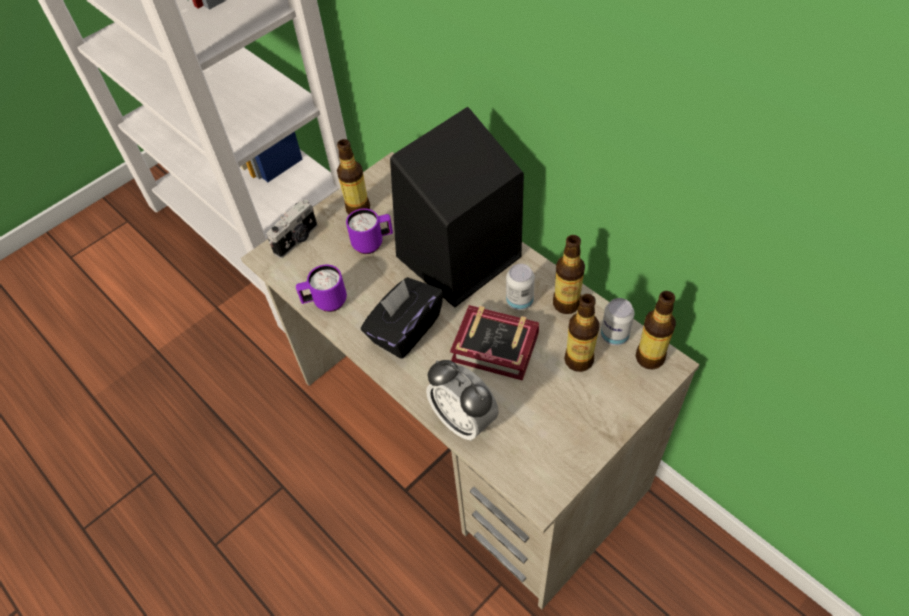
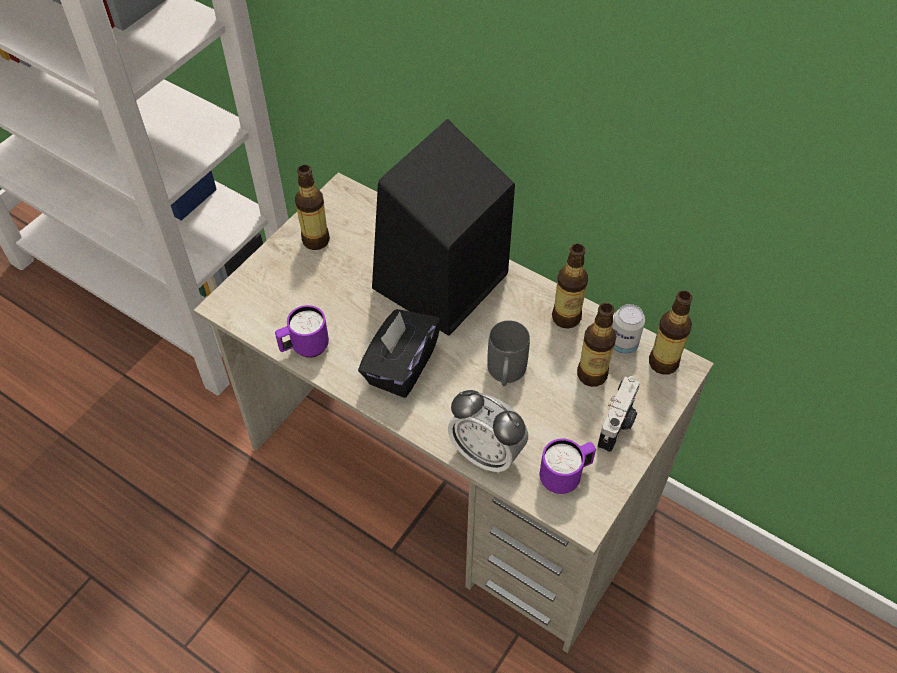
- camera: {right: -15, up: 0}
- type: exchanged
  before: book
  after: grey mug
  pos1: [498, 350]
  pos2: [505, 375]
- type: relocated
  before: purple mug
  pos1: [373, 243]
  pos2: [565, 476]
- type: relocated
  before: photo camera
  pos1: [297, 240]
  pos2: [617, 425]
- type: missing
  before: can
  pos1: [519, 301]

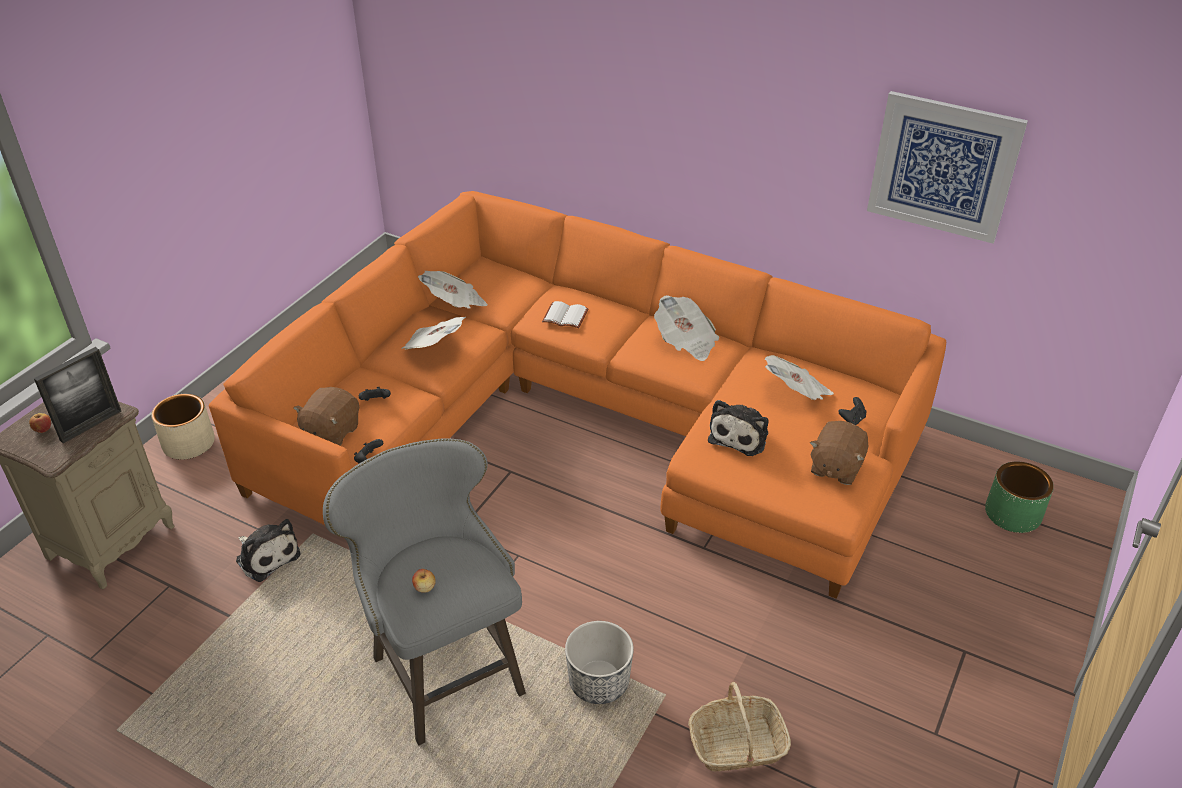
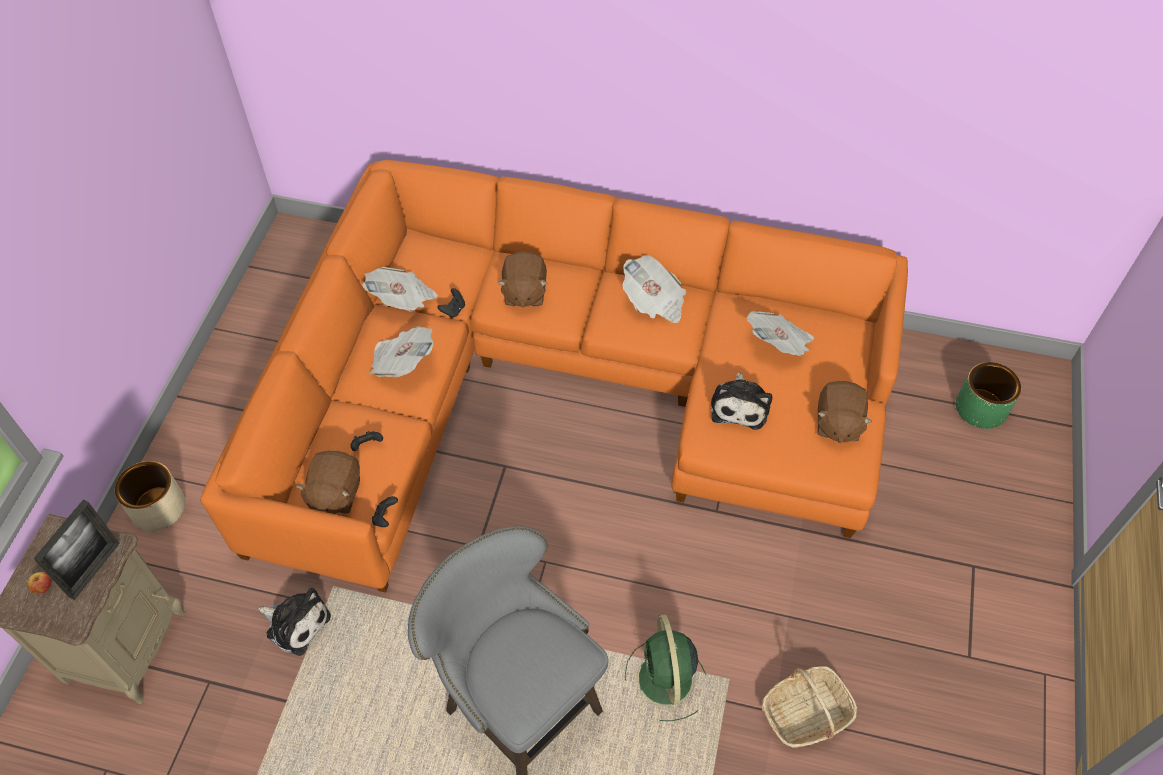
- camera: {right: -15, up: 15}
- type: relocated
  before: black game controller
  pos1: [852, 419]
  pos2: [453, 310]
- type: exchanged
  before: white book
  after: brown plush toy
  pos1: [566, 316]
  pos2: [524, 292]
- type: exchanged
  before: planter
  after: green fan
  pos1: [599, 682]
  pos2: [665, 681]
- type: missing
  before: apple
  pos1: [424, 587]
- type: missing
  before: picture
  pos1: [943, 166]

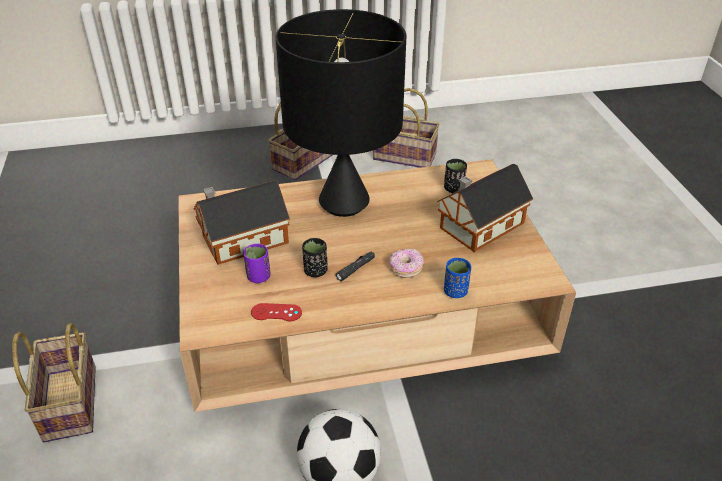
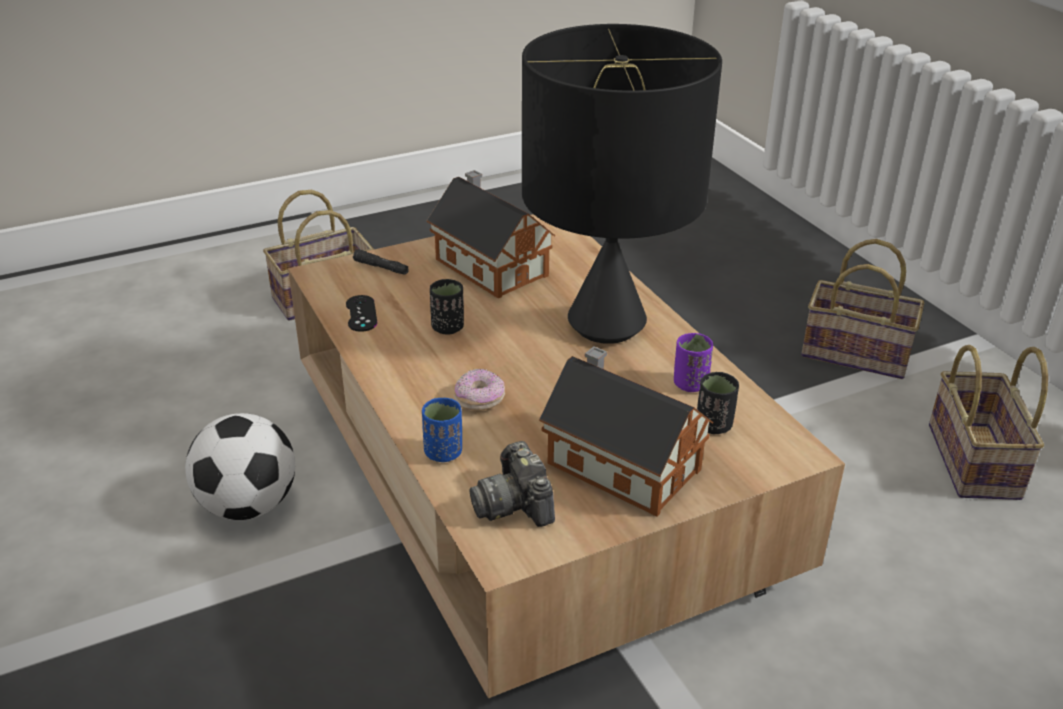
- camera: {right: 75, up: -5}
- type: colour
  before: red game controller
  after: black game controller
  pos1: [276, 312]
  pos2: [361, 313]
- type: relocated
  before: black flashlight
  pos1: [355, 269]
  pos2: [381, 267]
- type: appeared
  after: photo camera
  pos2: [515, 504]
- type: relocated
  before: purple cup
  pos1: [258, 277]
  pos2: [690, 384]

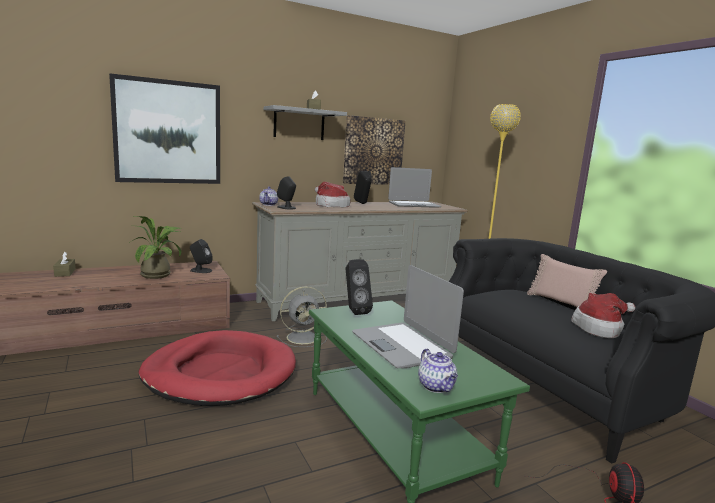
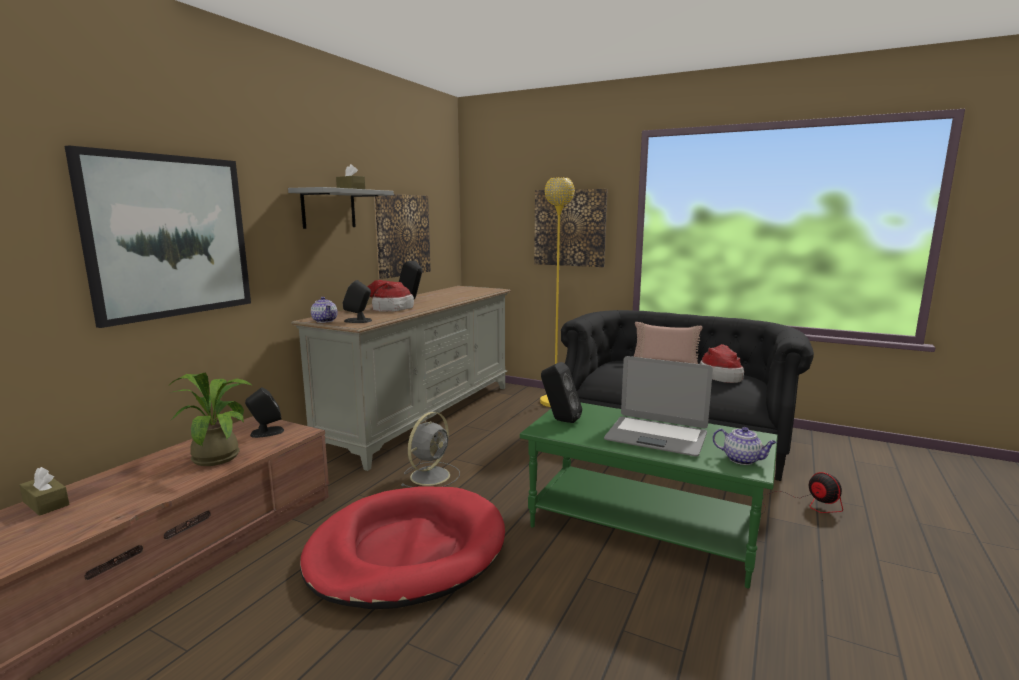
- camera: {right: -35, up: 0}
- type: appeared
  after: picture
  pos2: [570, 228]
- type: missing
  before: laptop
  pos1: [413, 205]

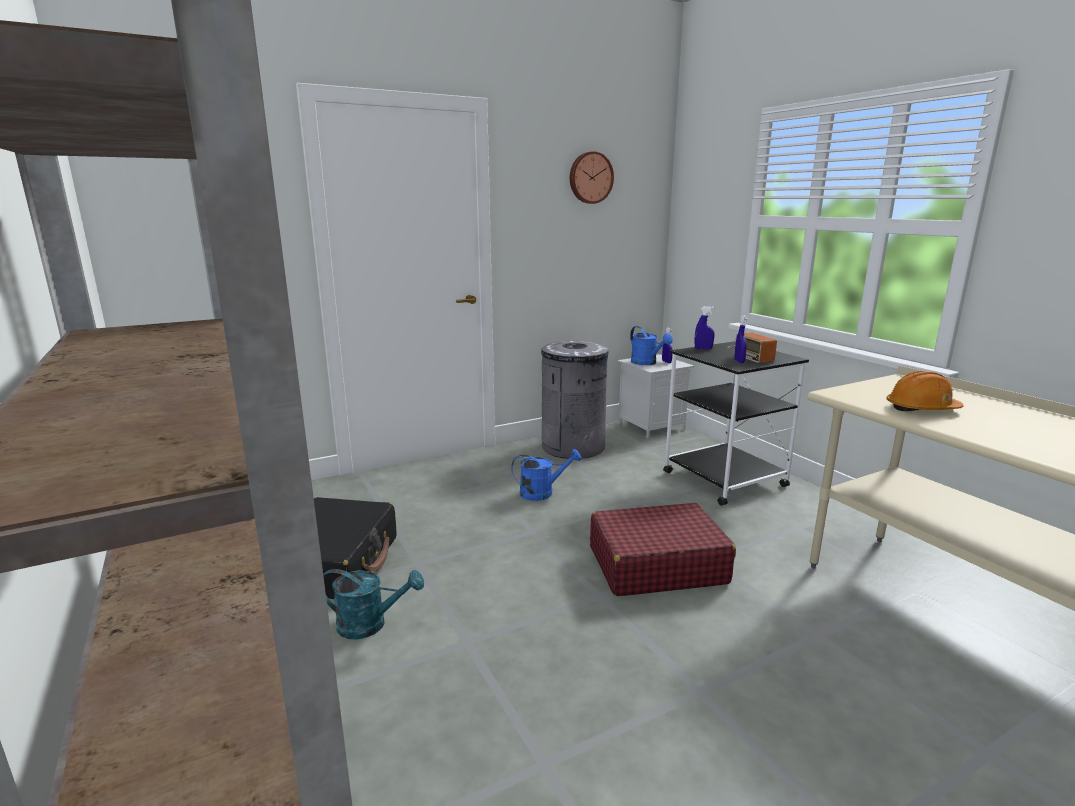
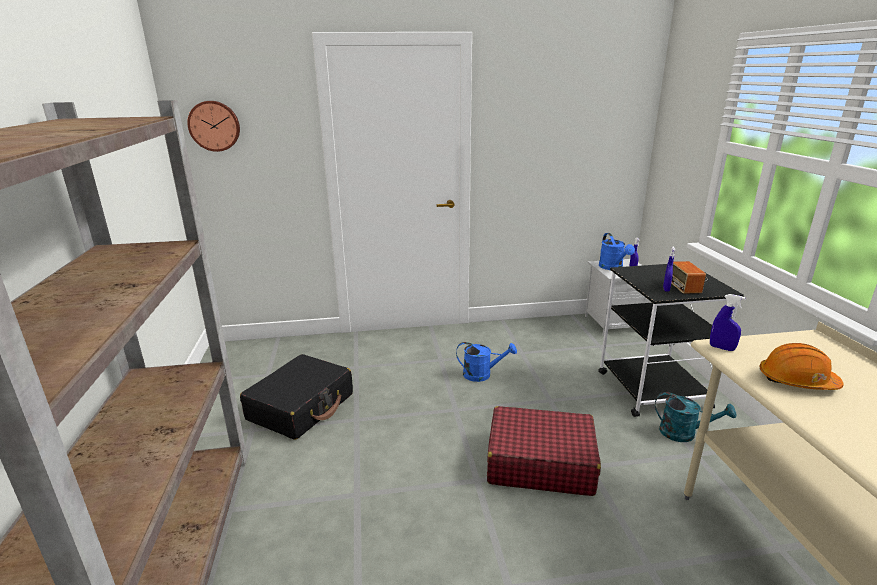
- camera: {right: 20, up: 5}
- type: relocated
  before: wall clock
  pos1: [590, 178]
  pos2: [214, 126]
- type: relocated
  before: turquoise watering can
  pos1: [370, 624]
  pos2: [684, 433]
- type: relocated
  before: blue spray bottle
  pos1: [703, 348]
  pos2: [722, 348]
- type: missing
  before: grey trash can
  pos1: [572, 447]

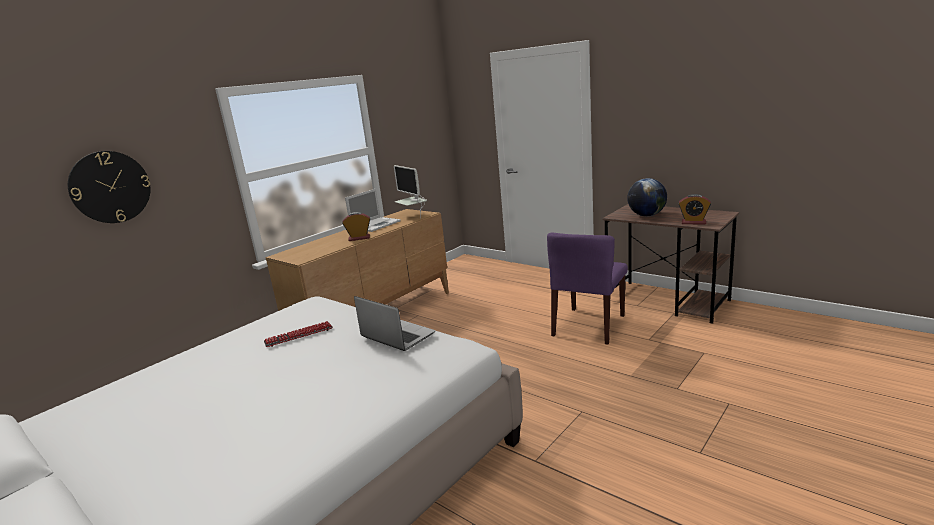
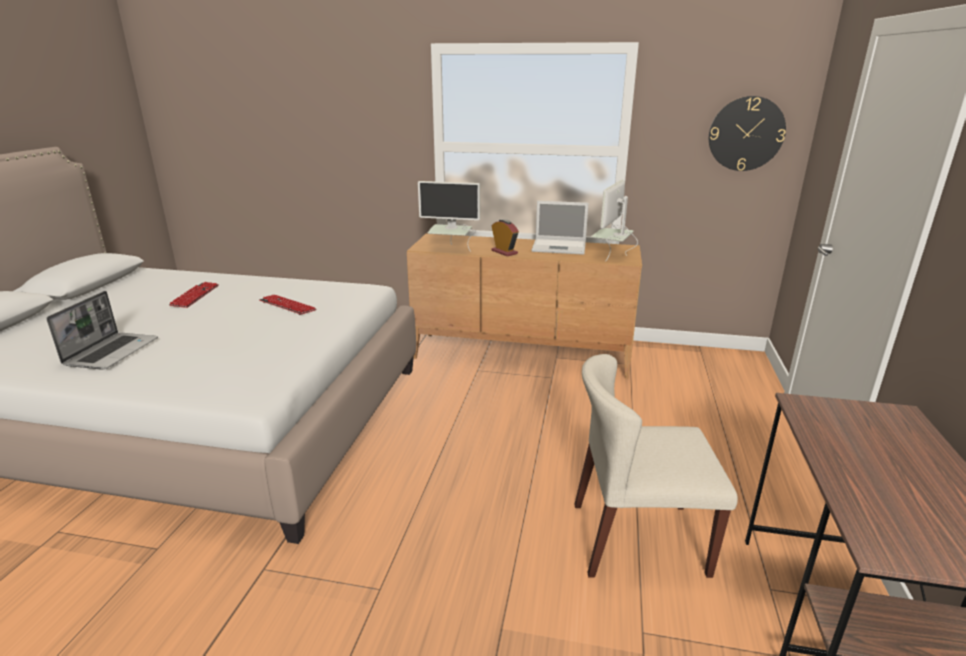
- camera: {right: 60, up: 5}
- type: relocated
  before: laptop
  pos1: [396, 336]
  pos2: [112, 352]
- type: appeared
  after: keyboard
  pos2: [195, 296]
- type: appeared
  after: monitor
  pos2: [451, 250]
- type: colour
  before: purple chair
  after: beige chair
  pos1: [589, 325]
  pos2: [637, 539]
- type: relocated
  before: wall clock
  pos1: [110, 187]
  pos2: [746, 134]
- type: missing
  before: globe
  pos1: [646, 215]
- type: missing
  before: alarm clock
  pos1: [693, 222]

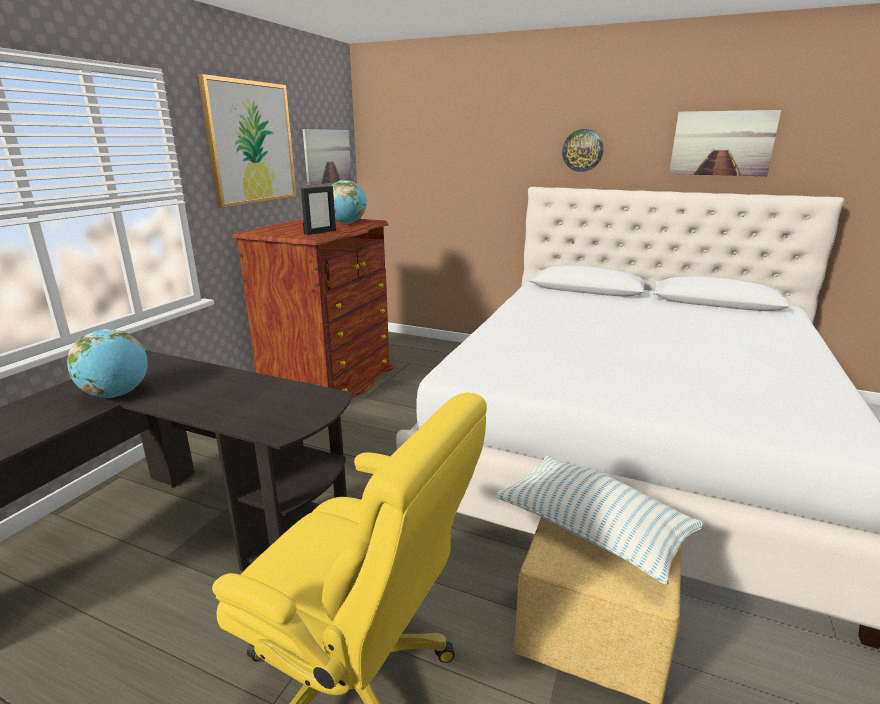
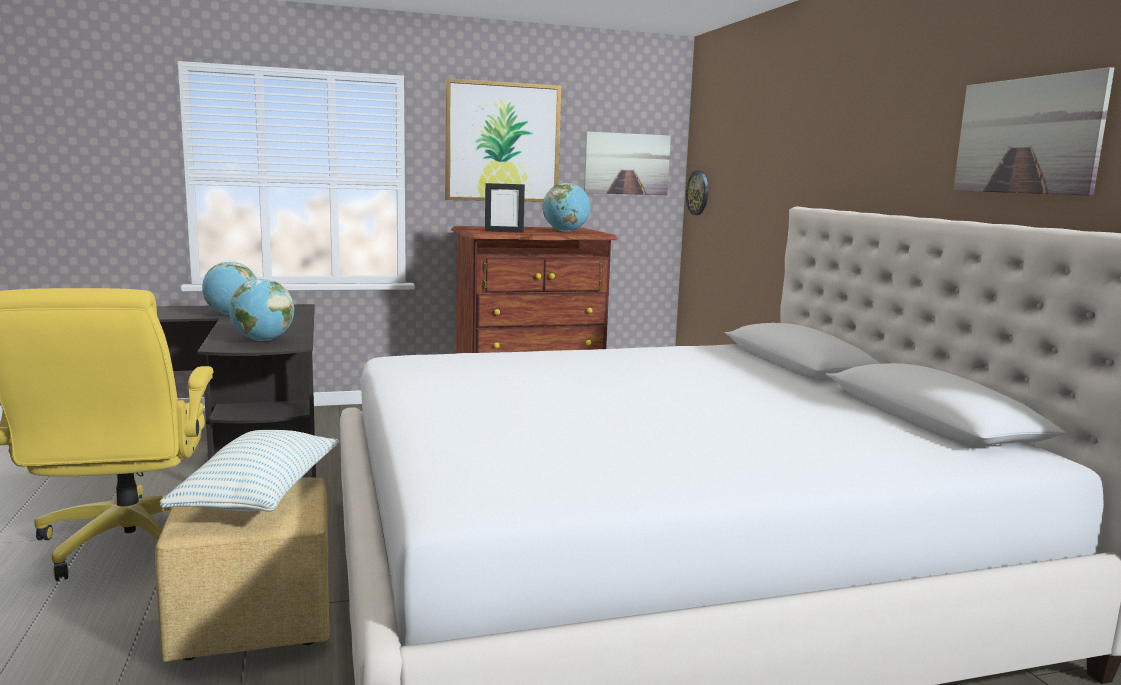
- camera: {right: 50, up: -10}
- type: appeared
  after: globe
  pos2: [263, 340]
- type: relocated
  before: wall clock
  pos1: [582, 150]
  pos2: [698, 192]

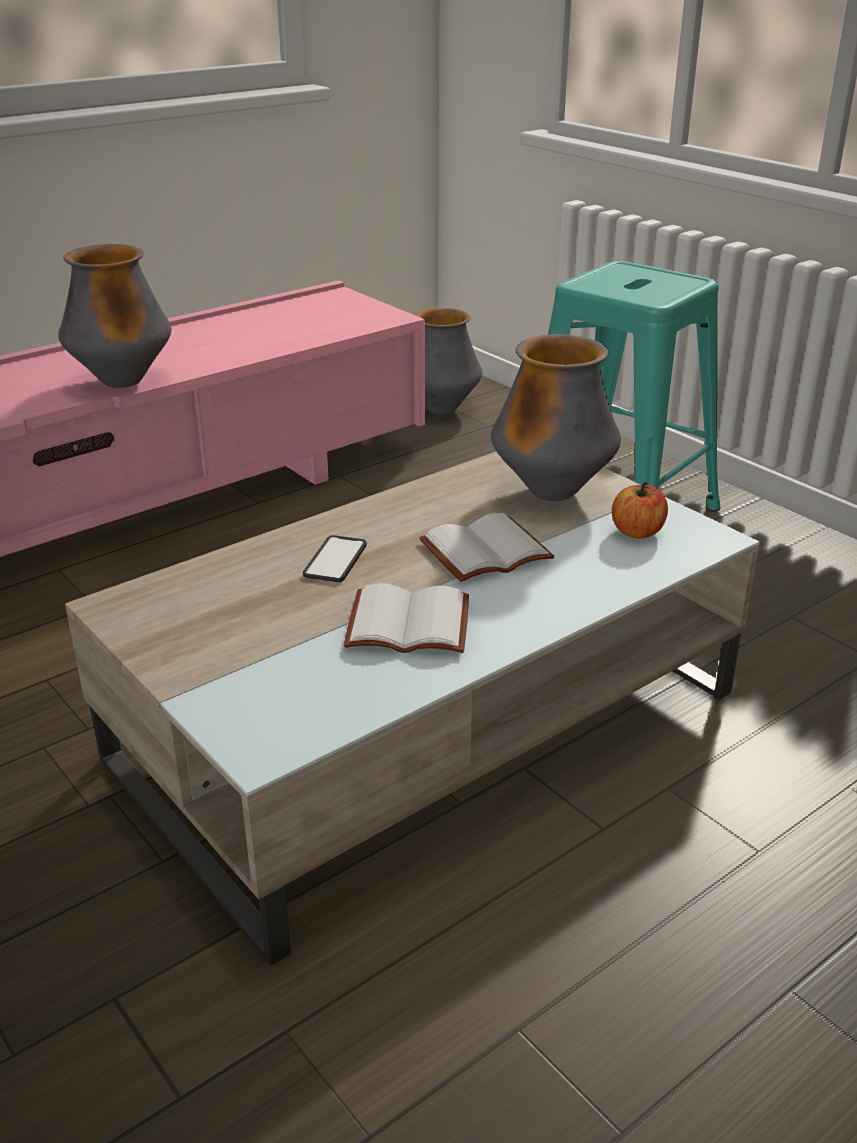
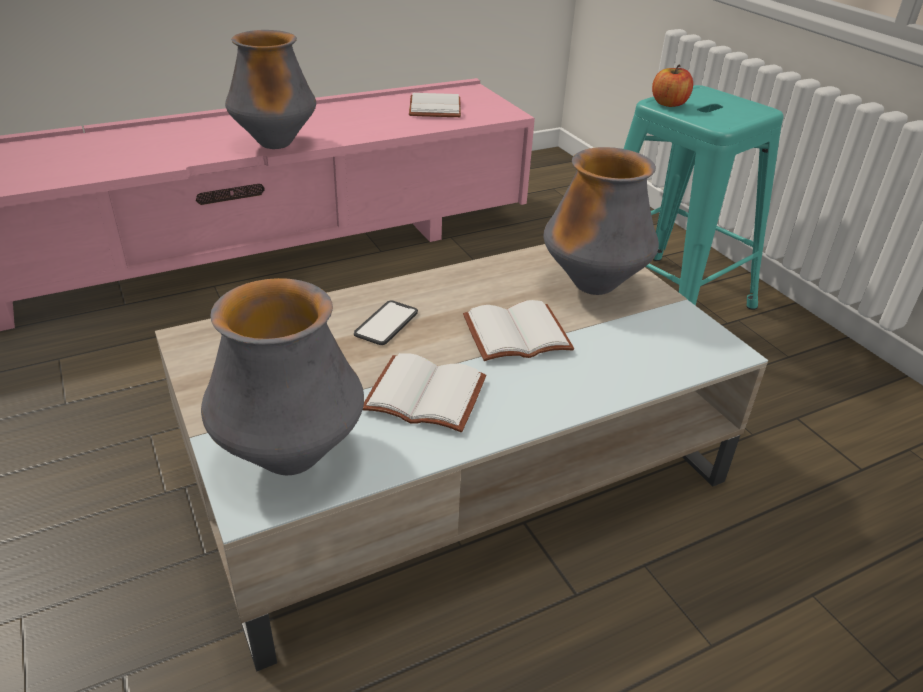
- camera: {right: 10, up: 5}
- type: relocated
  before: vase
  pos1: [440, 409]
  pos2: [290, 457]
- type: appeared
  after: white book
  pos2: [433, 108]
- type: relocated
  before: apple
  pos1: [637, 532]
  pos2: [669, 104]

